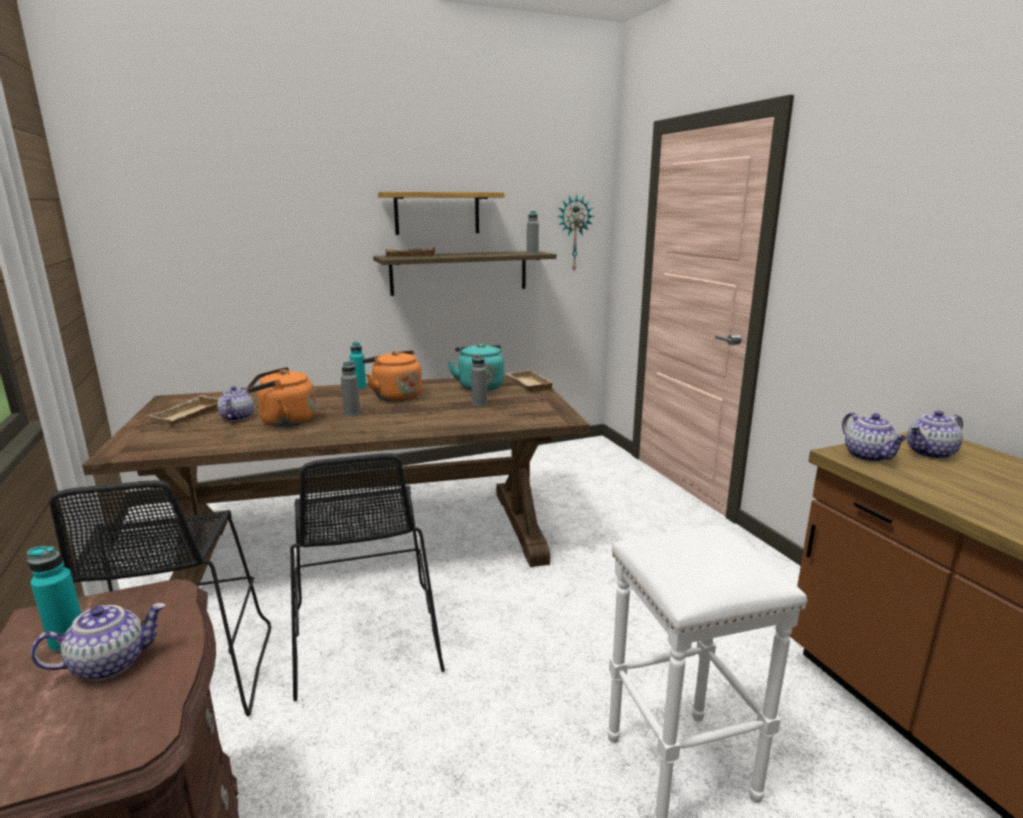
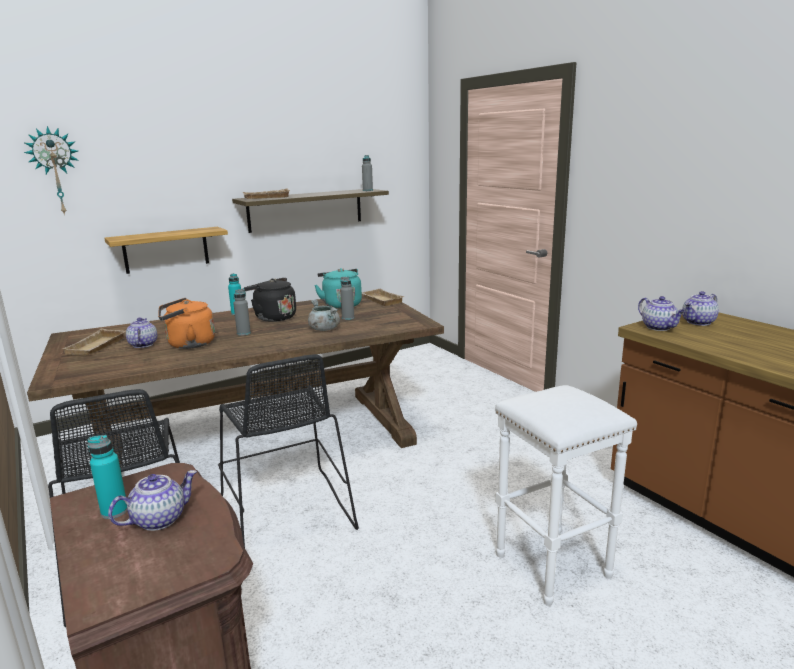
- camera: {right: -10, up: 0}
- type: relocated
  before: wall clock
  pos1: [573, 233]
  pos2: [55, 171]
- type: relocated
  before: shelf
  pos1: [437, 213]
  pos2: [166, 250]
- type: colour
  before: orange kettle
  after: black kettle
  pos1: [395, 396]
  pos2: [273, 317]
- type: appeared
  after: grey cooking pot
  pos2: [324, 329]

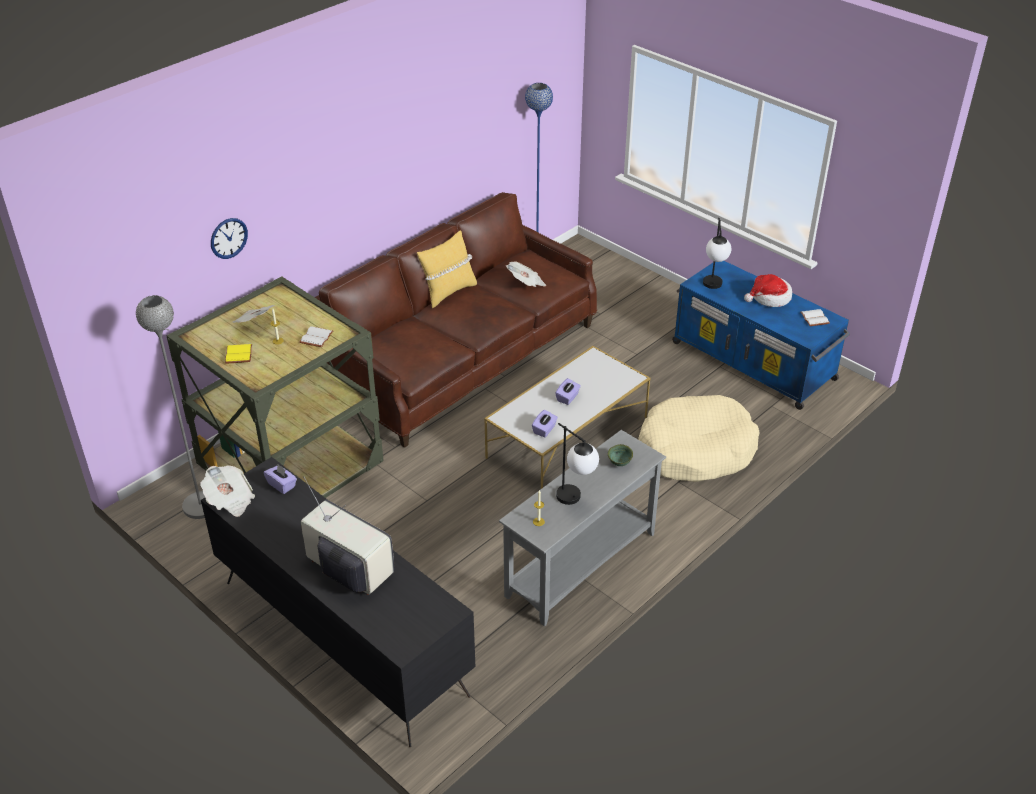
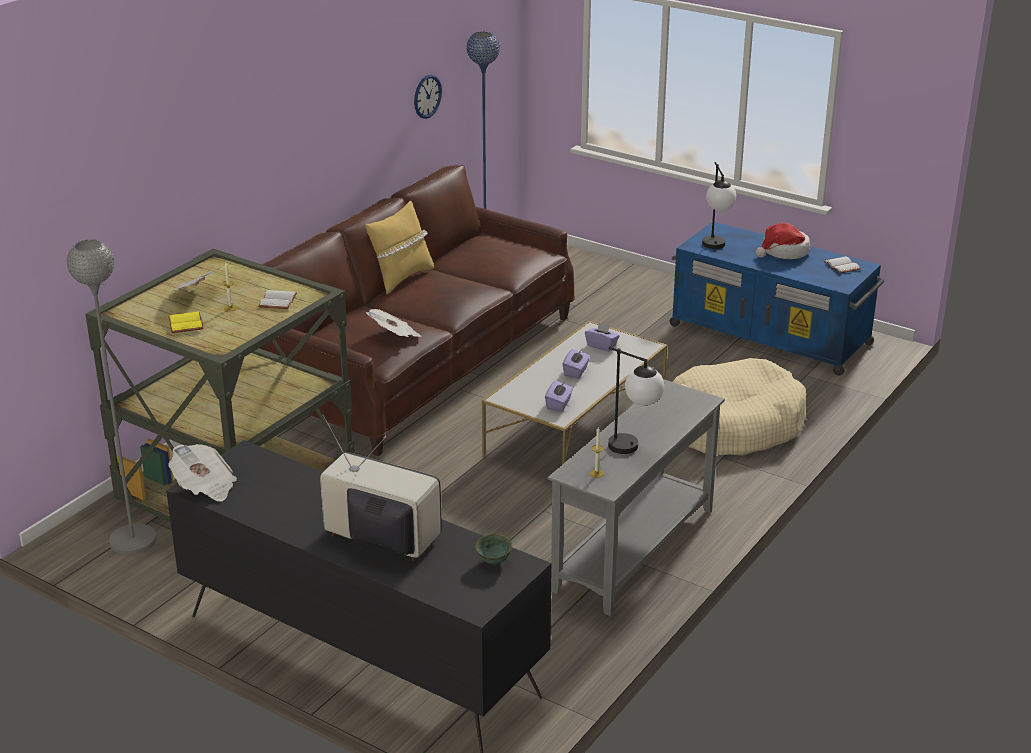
- camera: {right: -10, up: -10}
- type: relocated
  before: newspaper
  pos1: [526, 283]
  pos2: [394, 336]
- type: relocated
  before: wall clock
  pos1: [228, 238]
  pos2: [427, 96]
- type: relocated
  before: green bowl
  pos1: [620, 463]
  pos2: [494, 561]
- type: relocated
  before: purple tissue box
  pos1: [282, 485]
  pos2: [601, 345]

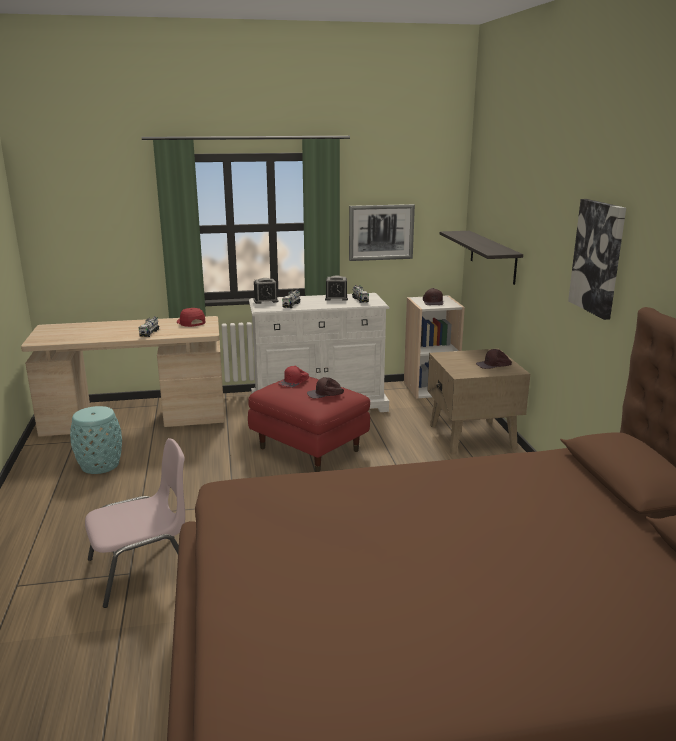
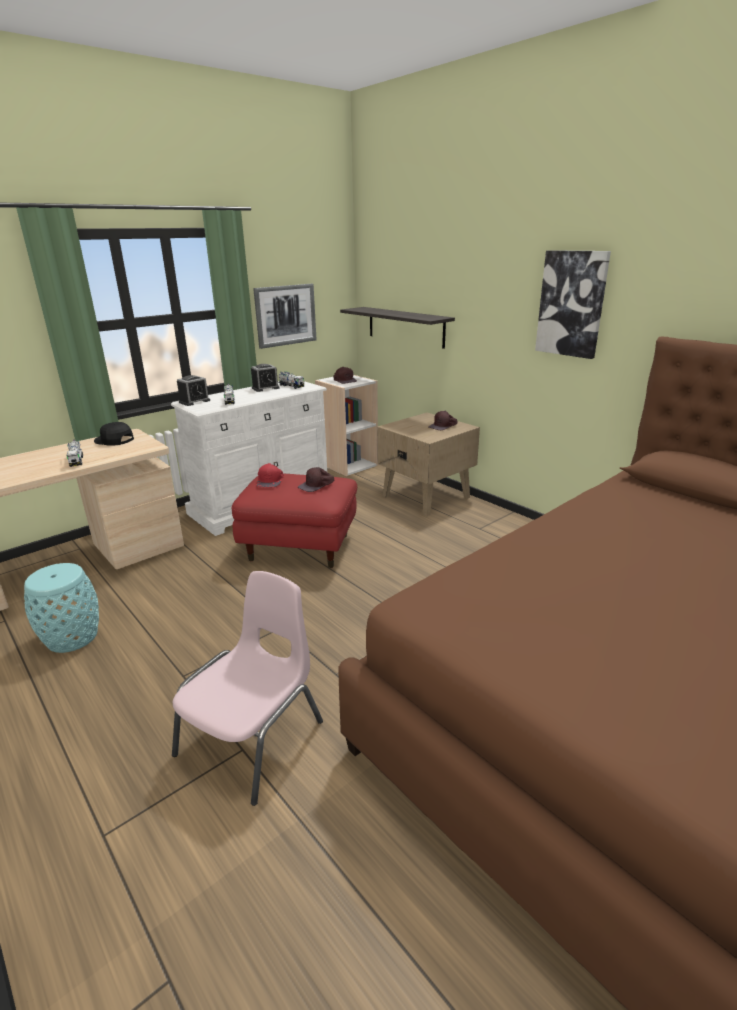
- camera: {right: -30, up: 5}
- type: colour
  before: red cap
  after: black cap
  pos1: [191, 322]
  pos2: [114, 440]

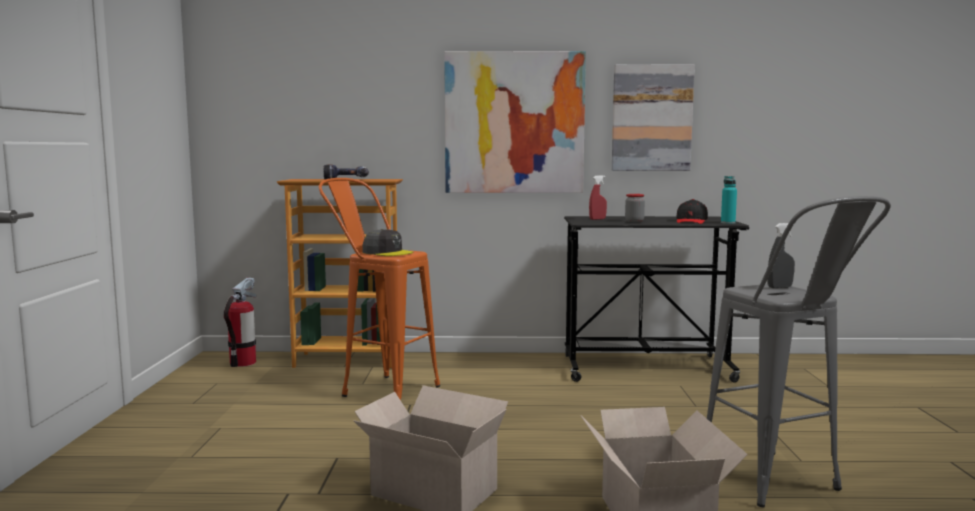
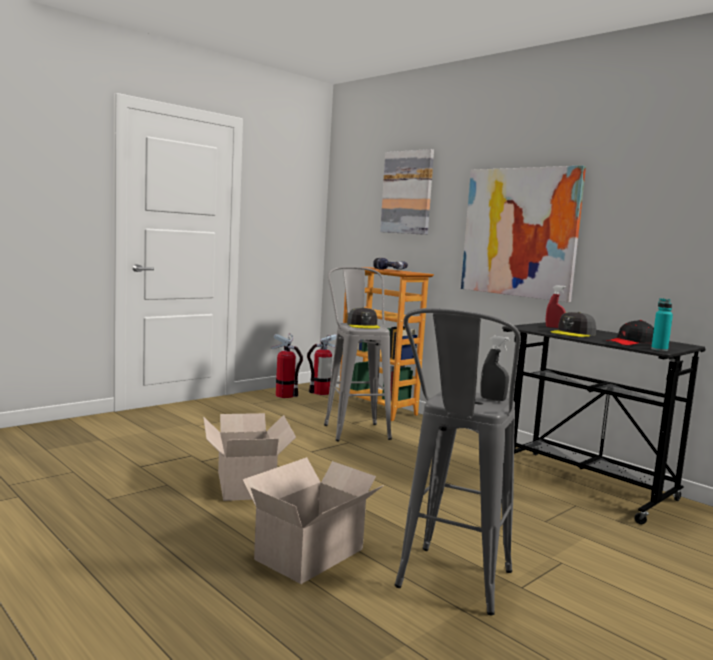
- camera: {right: 45, up: 0}
- type: appeared
  after: fire extinguisher
  pos2: [285, 395]
- type: colour
  before: orange stool
  after: grey stool
  pos1: [379, 389]
  pos2: [353, 429]
- type: relocated
  before: picture
  pos1: [651, 118]
  pos2: [407, 192]
- type: exchanged
  before: jar
  after: grey cap
  pos1: [634, 221]
  pos2: [573, 333]

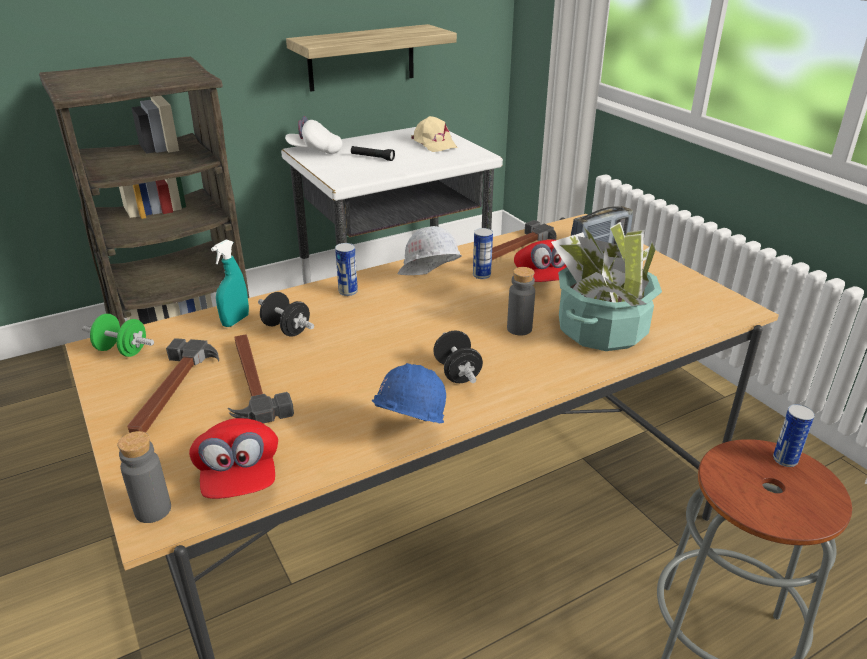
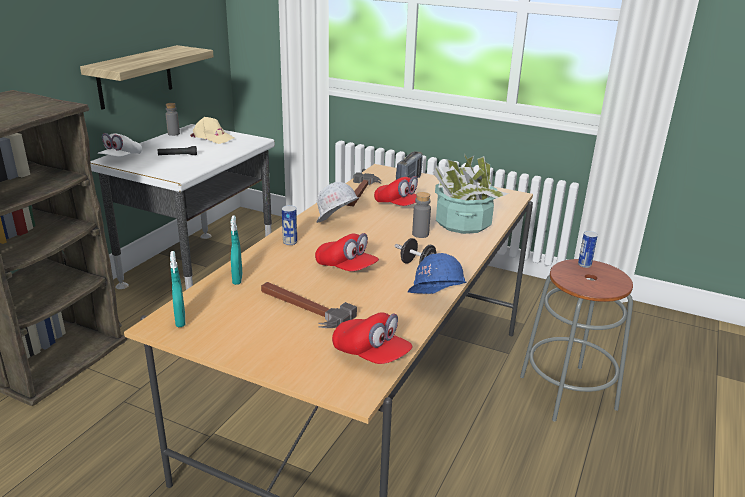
- camera: {right: -35, up: -5}
- type: spun
  before: white cap
  pos1: [315, 151]
  pos2: [121, 158]
  turn: -45
- type: relocated
  before: grey bottle
  pos1: [153, 510]
  pos2: [173, 134]
- type: exchanged
  before: green dumbbell
  after: turquoise spray bottle
  pos1: [122, 351]
  pos2: [180, 321]
- type: appeared
  after: red cap
  pos2: [346, 268]
- type: missing
  before: hammer
  pos1: [172, 391]
- type: missing
  before: black dumbbell
  pos1: [286, 329]
- type: missing
  before: can
  pos1: [481, 275]

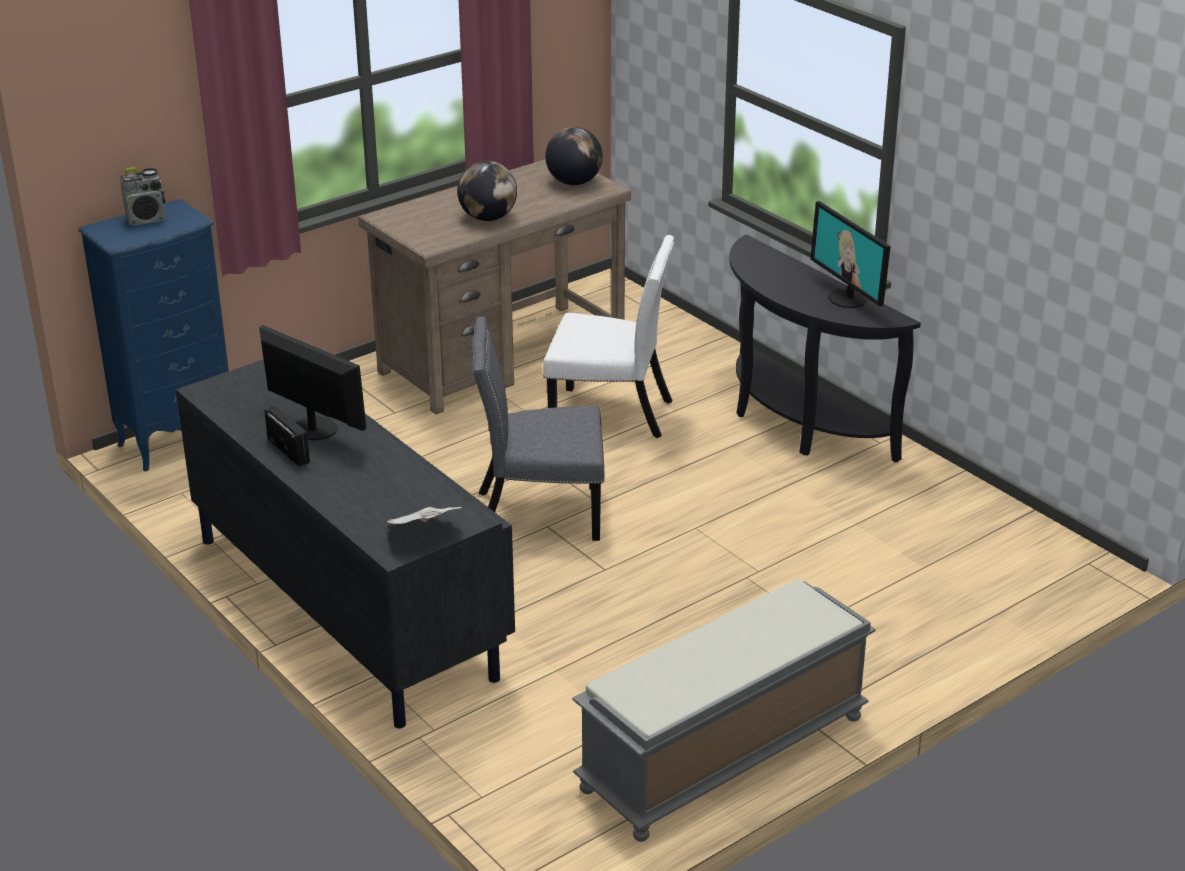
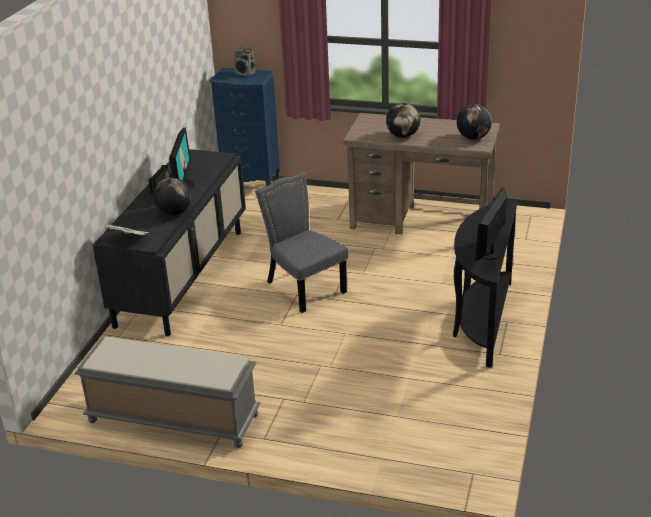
- camera: {right: 55, up: 0}
- type: appeared
  after: globe
  pos2: [174, 213]
- type: missing
  before: white chair
  pos1: [609, 414]

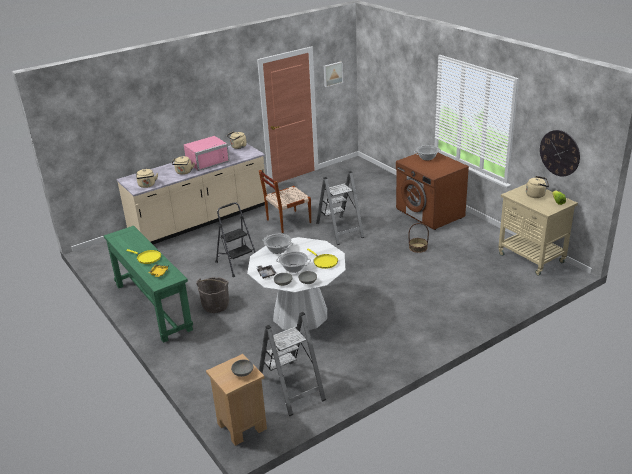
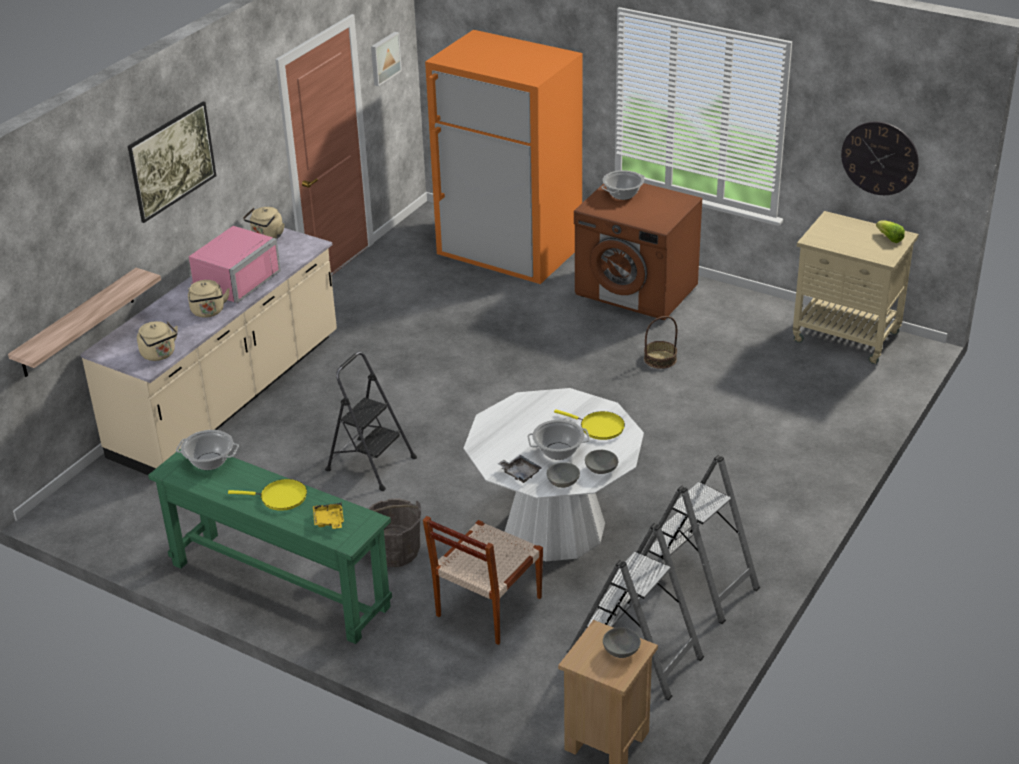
- camera: {right: -25, up: 5}
- type: appeared
  after: shelf
  pos2: [77, 323]
- type: appeared
  after: picture
  pos2: [175, 179]
- type: relocated
  before: cooking pot
  pos1: [278, 250]
  pos2: [210, 461]
- type: relocated
  before: chair
  pos1: [287, 222]
  pos2: [487, 609]
- type: appeared
  after: orange fridge
  pos2: [509, 250]
- type: relocated
  before: grey step ladder
  pos1: [339, 230]
  pos2: [695, 581]
- type: missing
  before: beige kettle
  pos1: [536, 195]

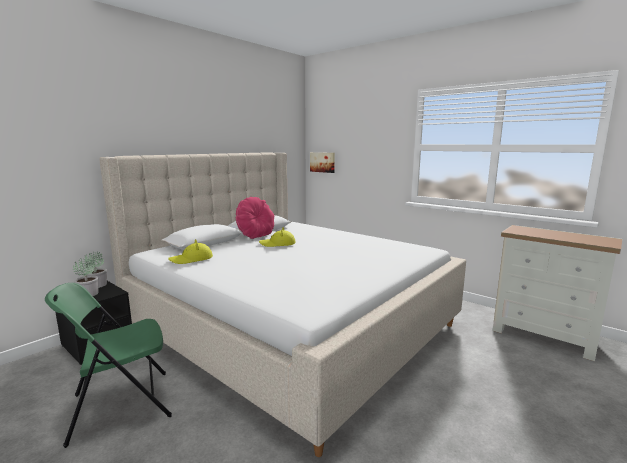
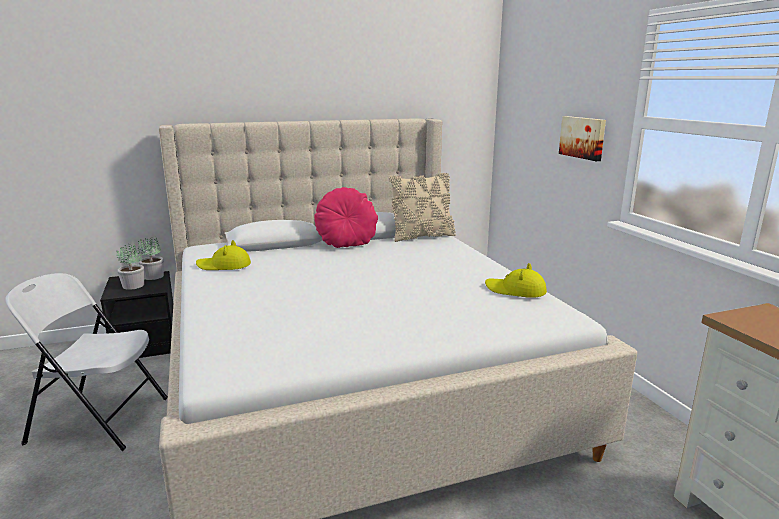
- camera: {right: 30, up: 5}
- type: colour
  before: green chair
  after: white chair
  pos1: [121, 405]
  pos2: [100, 419]
- type: appeared
  after: beige pillow
  pos2: [422, 236]
- type: relocated
  before: yellow hat
  pos1: [277, 244]
  pos2: [515, 290]
- type: relocated
  before: picture
  pos1: [322, 162]
  pos2: [583, 137]

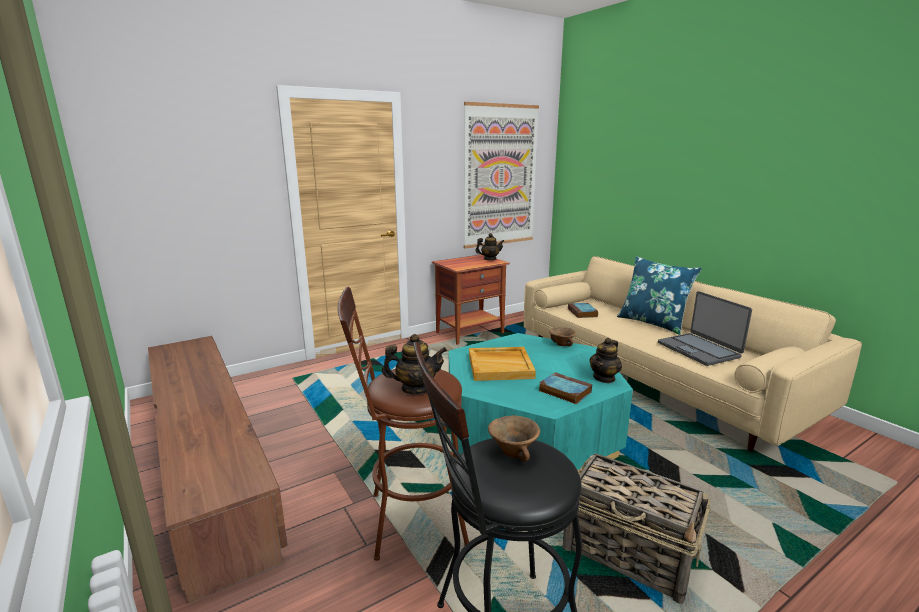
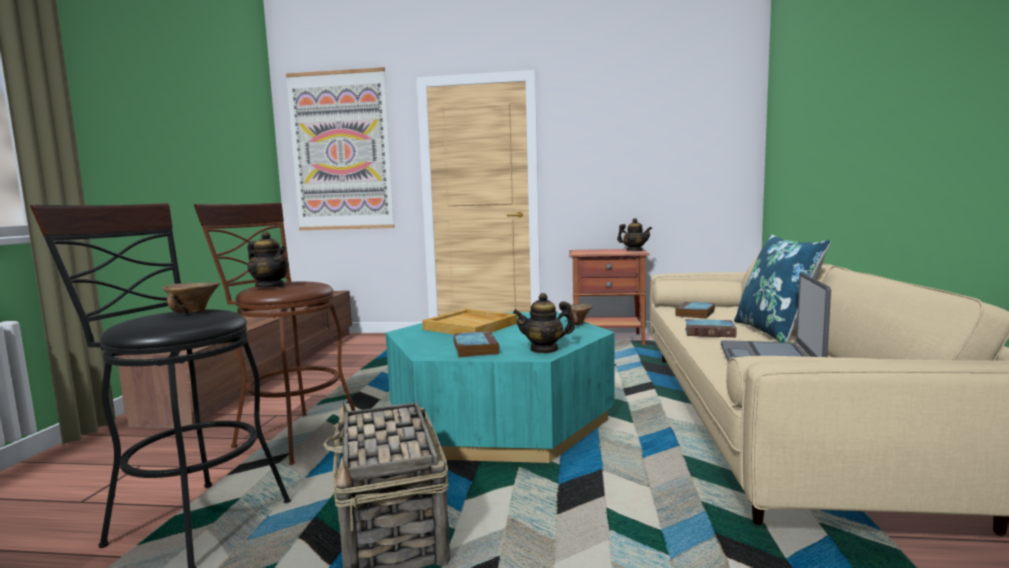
- camera: {right: 40, up: -10}
- type: relocated
  before: picture
  pos1: [500, 176]
  pos2: [341, 151]
- type: appeared
  after: book
  pos2: [710, 332]

